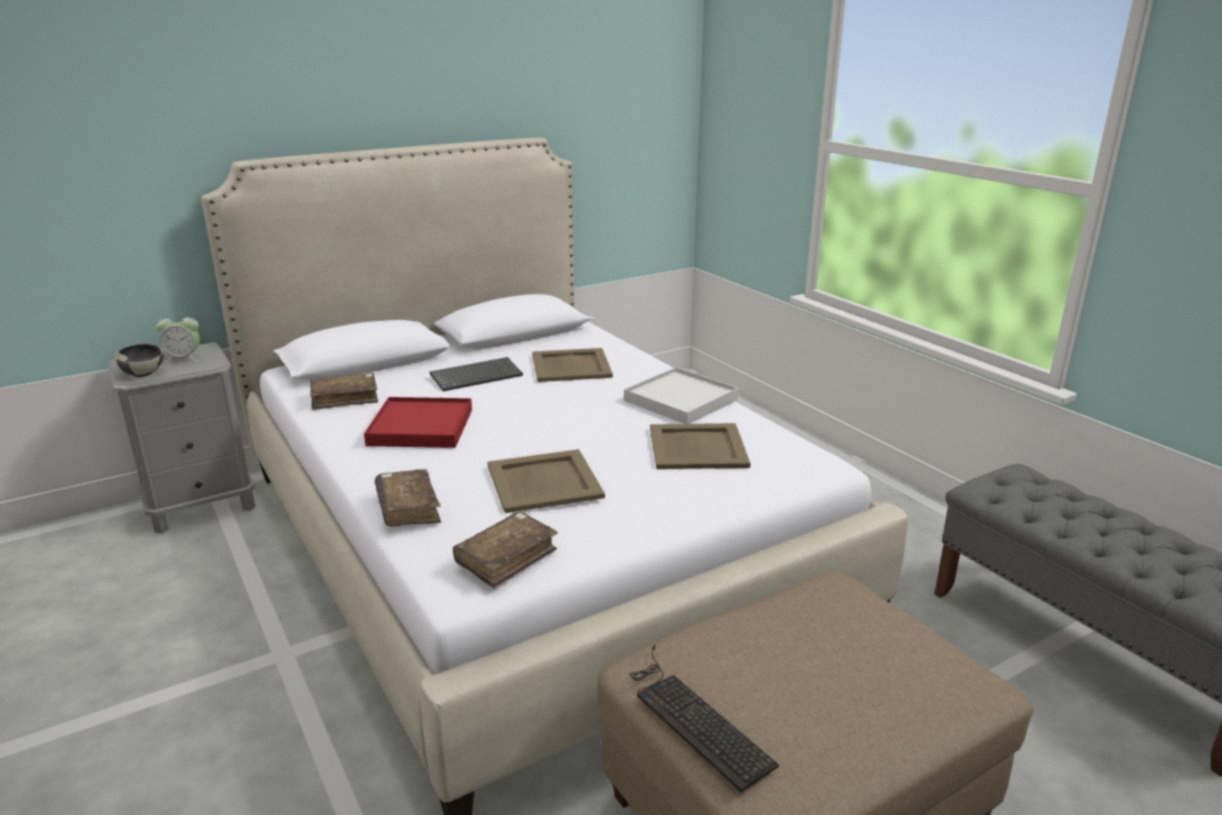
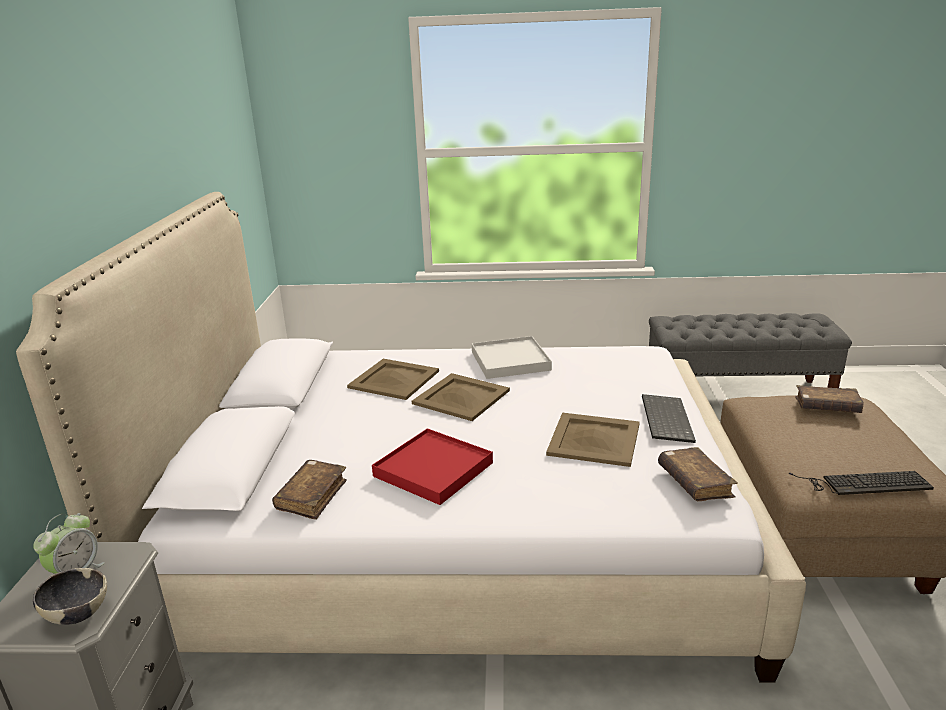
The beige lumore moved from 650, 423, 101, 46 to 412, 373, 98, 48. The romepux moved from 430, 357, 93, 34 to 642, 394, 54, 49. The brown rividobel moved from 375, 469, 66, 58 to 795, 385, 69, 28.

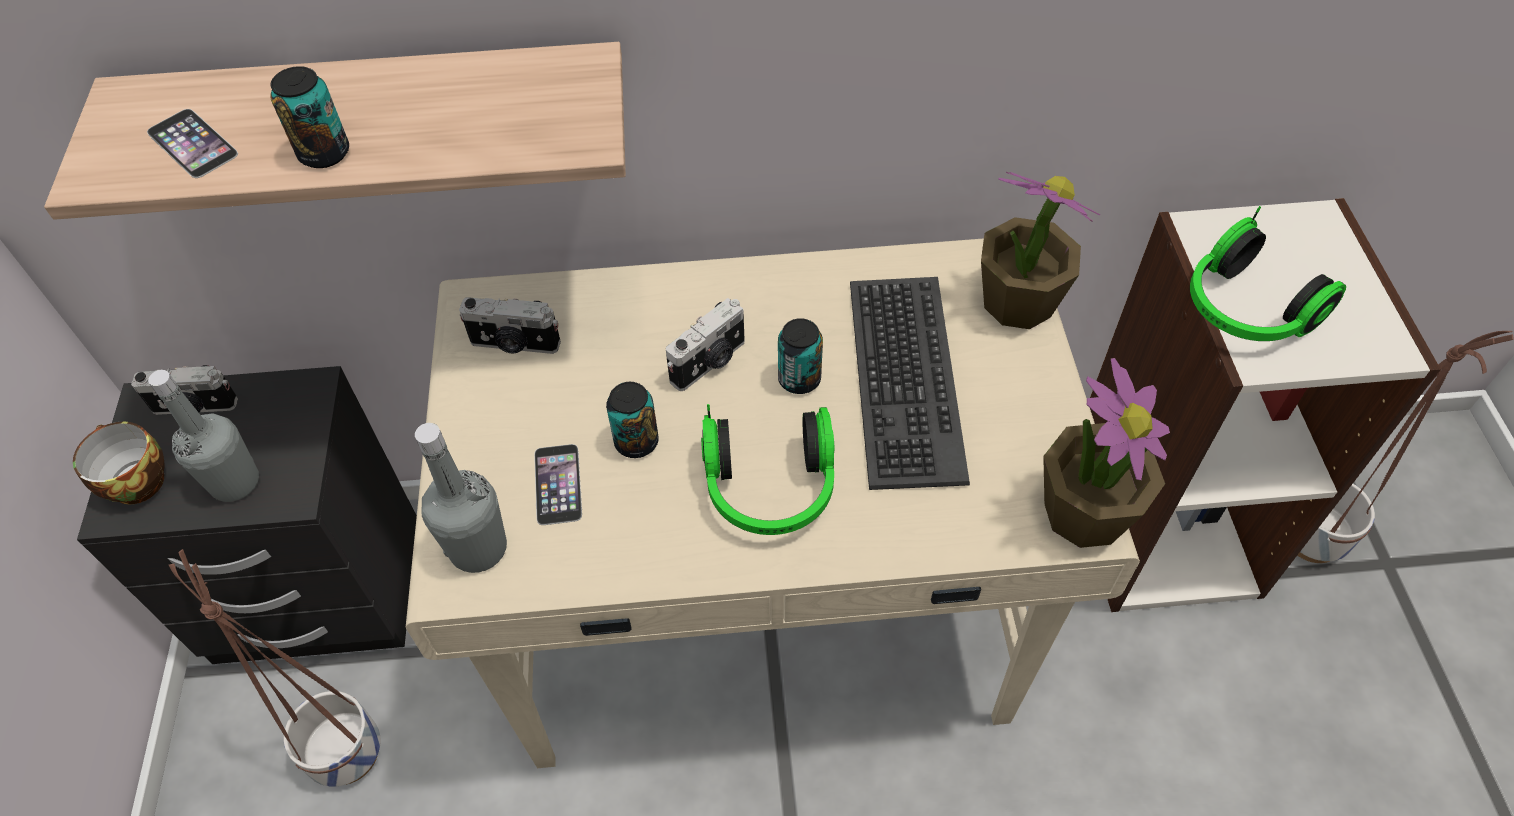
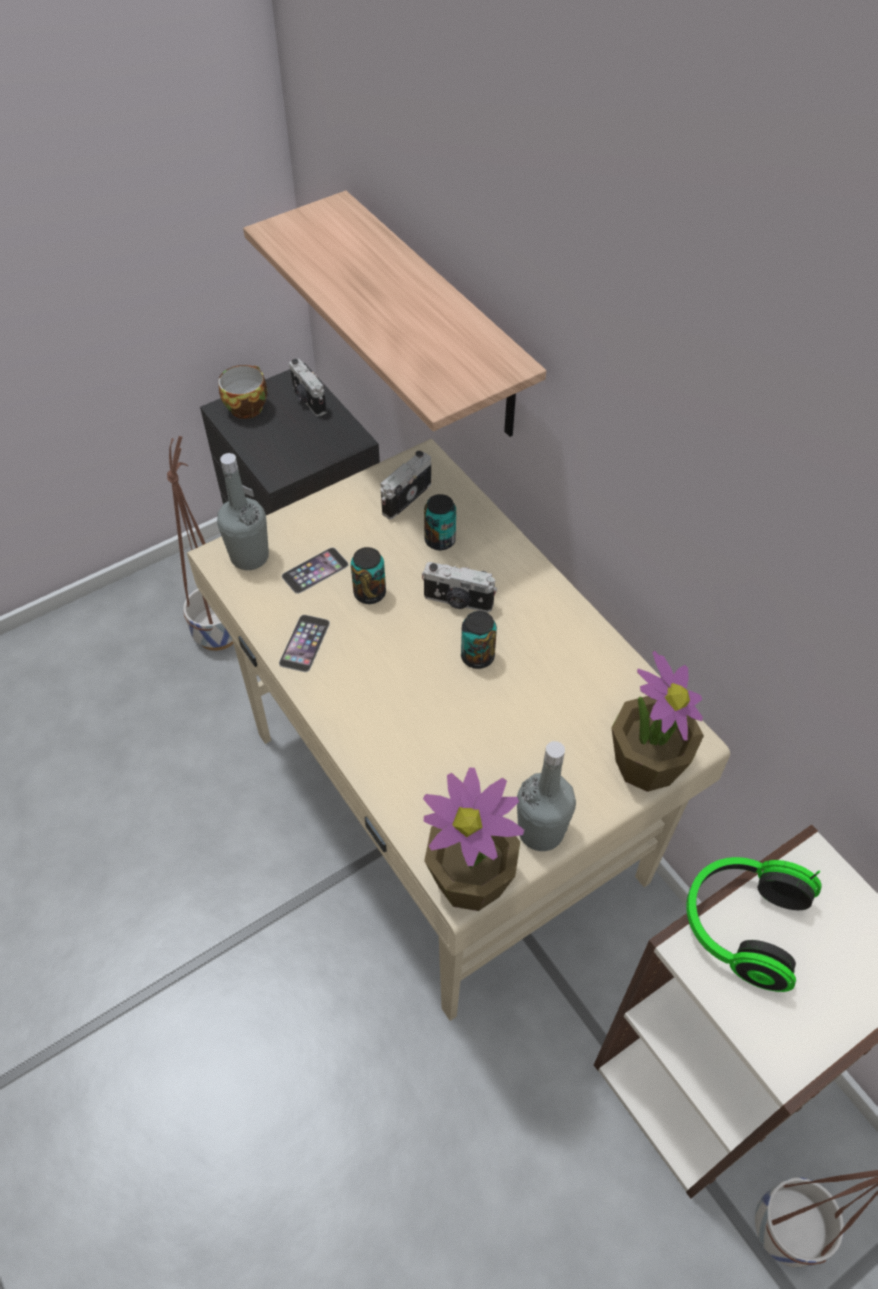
The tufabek moved from 147, 109, 91, 69 to 279, 615, 51, 57. The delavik at 459, 297, 102, 57 turned 60 degrees clockwise. The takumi moved from 270, 66, 79, 102 to 424, 494, 32, 56. The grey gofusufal moved from 148, 370, 111, 132 to 517, 741, 59, 110. The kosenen at 701, 404, 133, 131 disappeared. The romepux at 850, 277, 120, 213 disappeared.

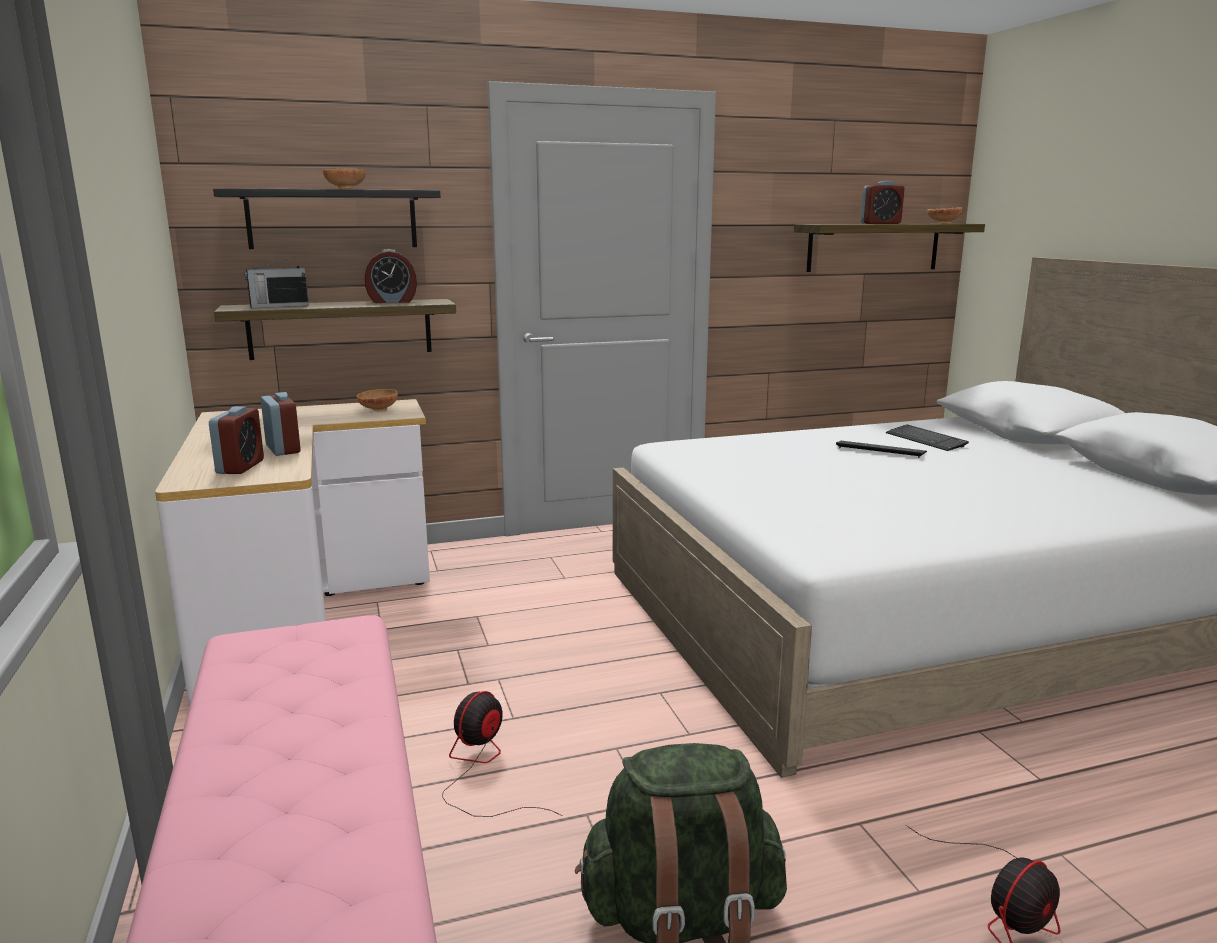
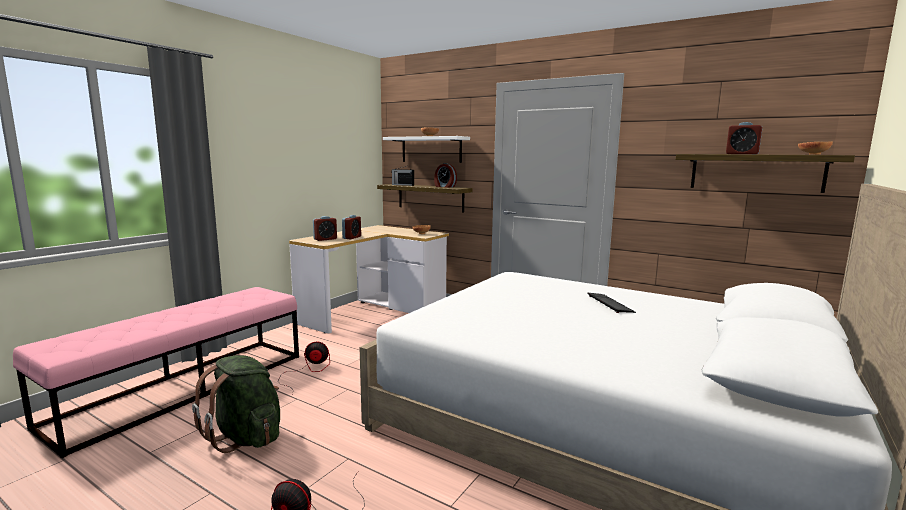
The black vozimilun at 213, 188, 227, 61 became the white vozimilun at 383, 136, 87, 27. The romepux at 886, 425, 83, 26 disappeared.

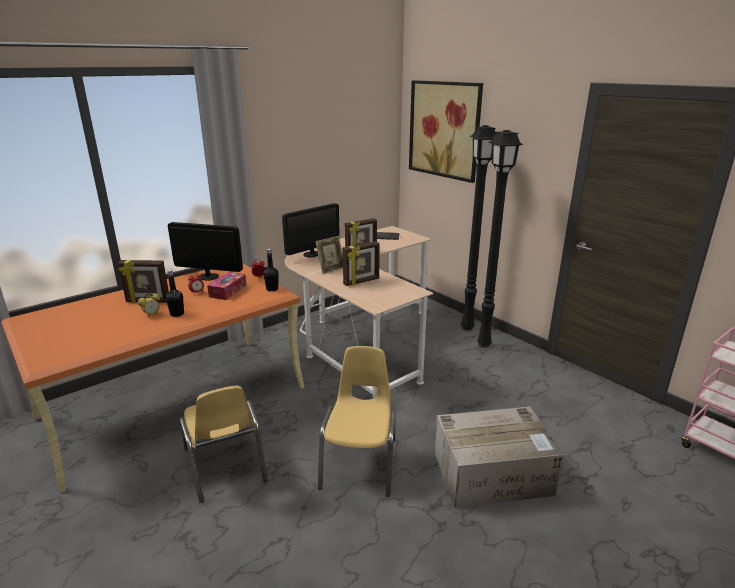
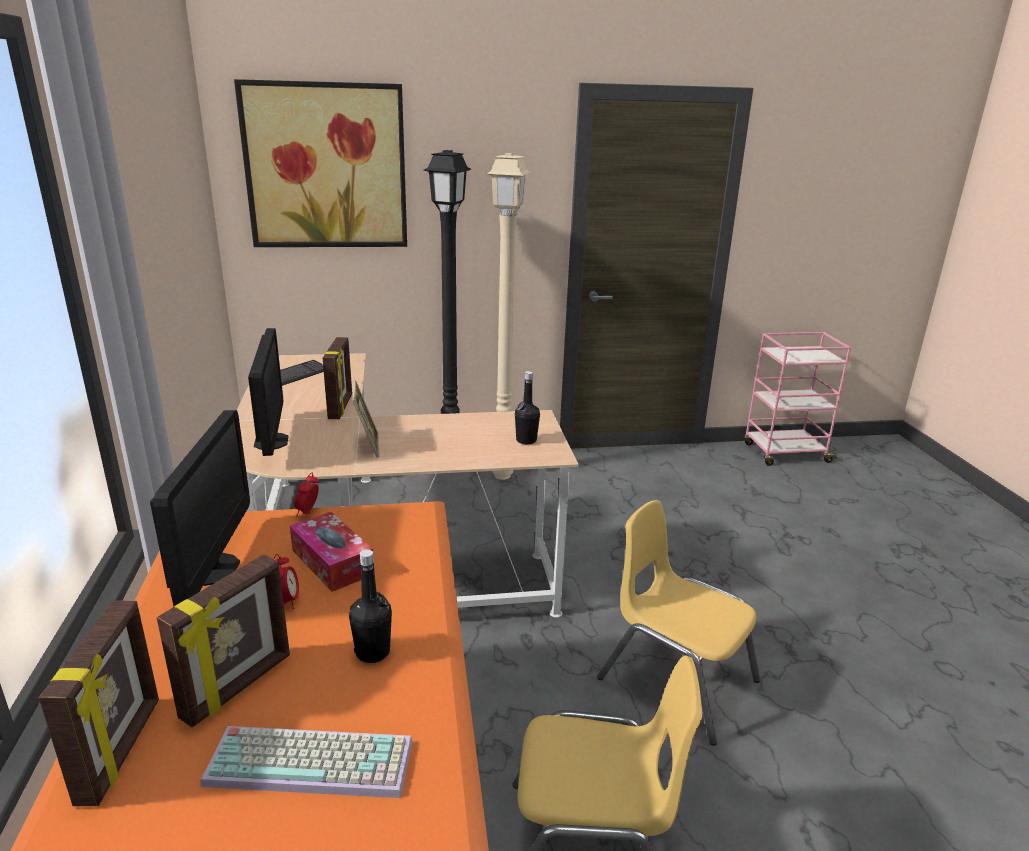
The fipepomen moved from 343, 241, 37, 45 to 39, 600, 120, 206. The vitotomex at 168, 222, 75, 59 turned 135 degrees clockwise. The romepux at 201, 726, 211, 72 appeared. The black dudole at 477, 130, 46, 218 became the beige dudole at 487, 153, 43, 327. The black gofusufal moved from 263, 248, 16, 43 to 515, 371, 25, 73. The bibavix at 138, 293, 22, 24 disappeared. The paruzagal at 434, 407, 130, 101 disappeared.

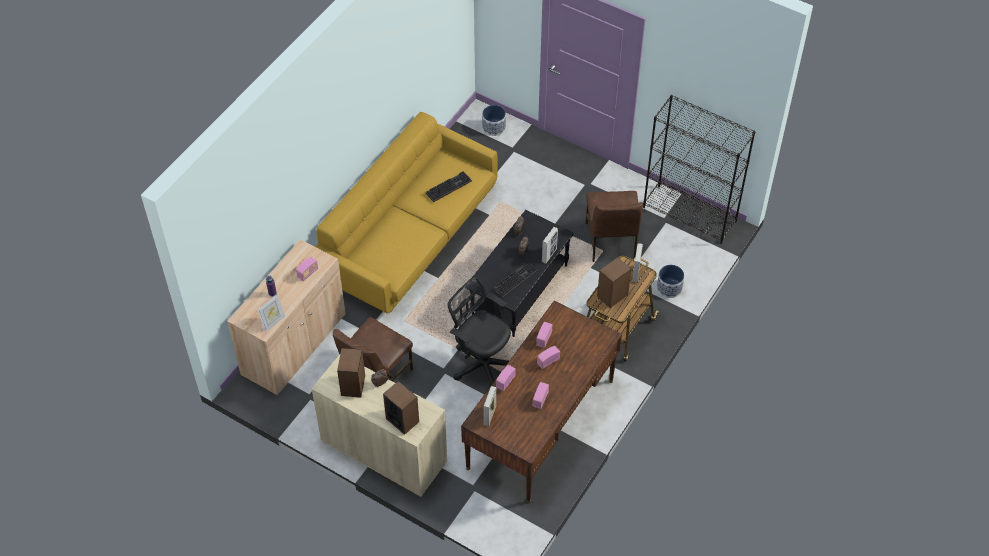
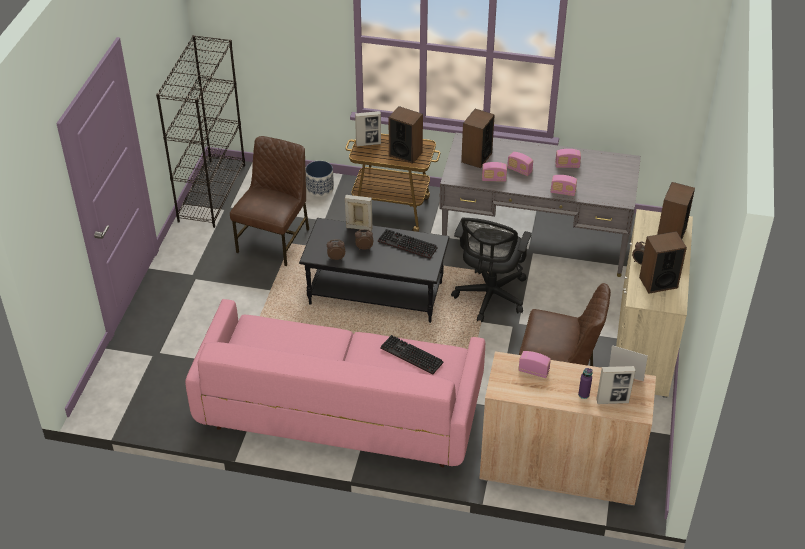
The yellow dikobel at 315, 112, 183, 202 became the pink dikobel at 185, 299, 300, 168. The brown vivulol at 586, 191, 57, 71 turned 45 degrees counterclockwise. The romepux moved from 426, 171, 46, 31 to 380, 335, 63, 39. The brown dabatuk at 461, 300, 161, 204 became the grey dabatuk at 439, 133, 202, 144. The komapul at 461, 109, 34, 59 appeared. The fipepomen moved from 484, 386, 13, 40 to 596, 366, 39, 38. The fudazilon at 482, 105, 24, 31 disappeared.

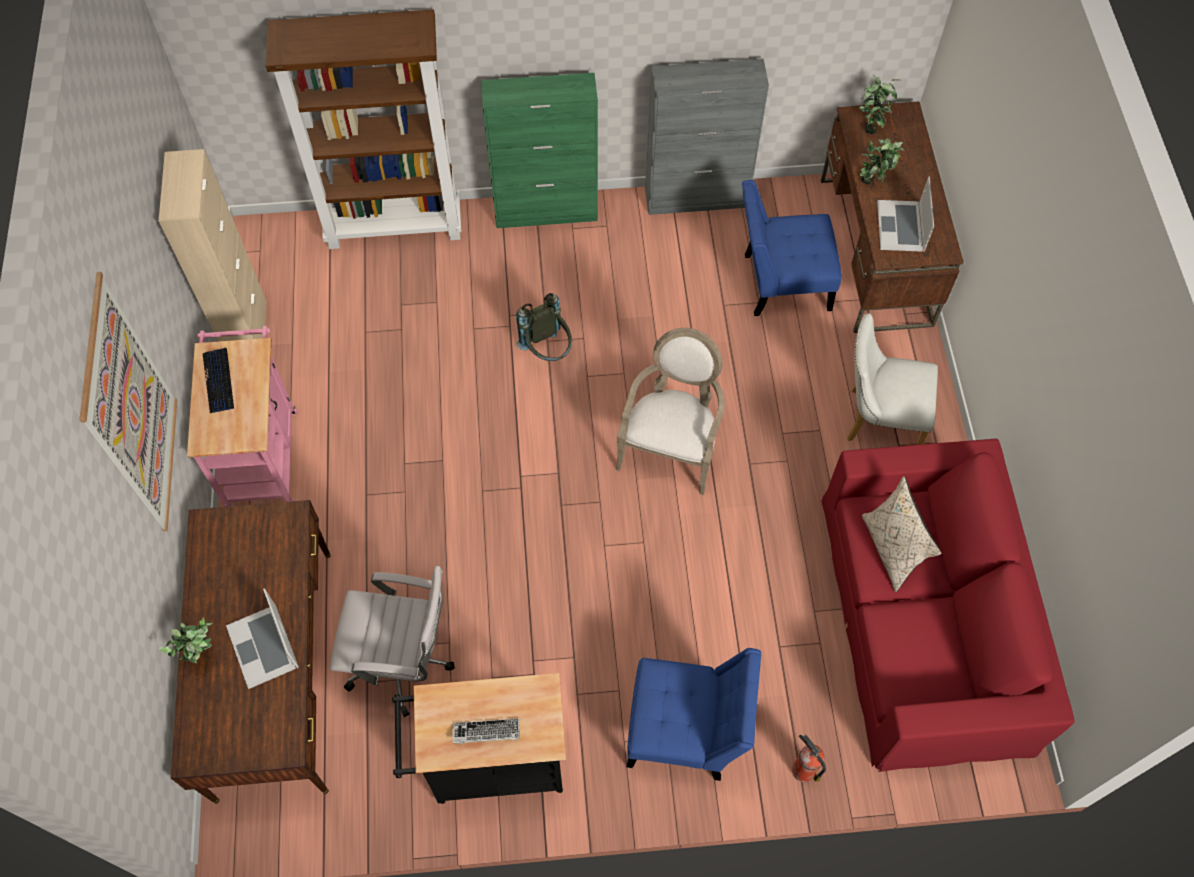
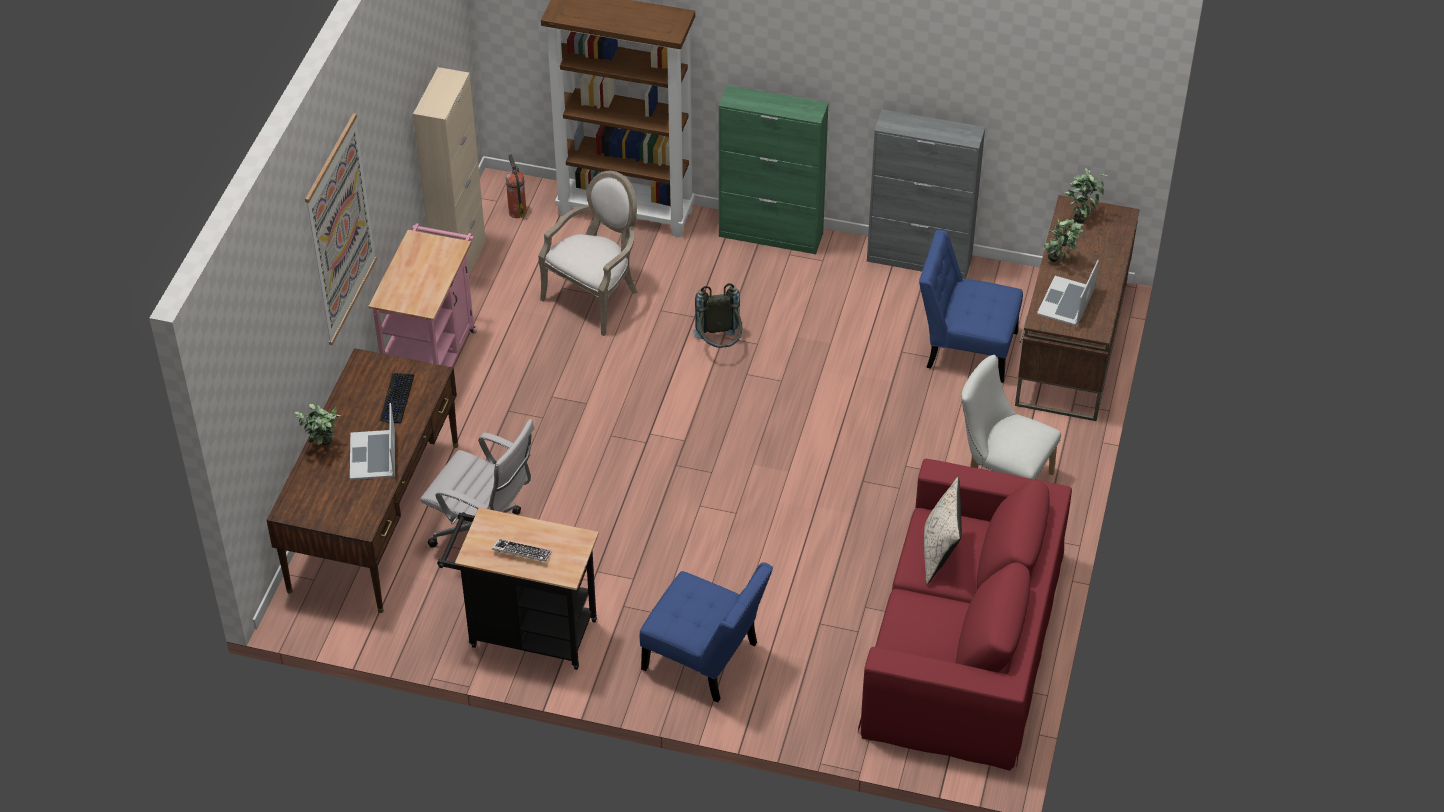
The romepux moved from 203, 348, 31, 65 to 380, 373, 34, 50. The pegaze moved from 792, 734, 34, 48 to 506, 154, 21, 64. The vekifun moved from 616, 328, 109, 167 to 538, 171, 100, 165.

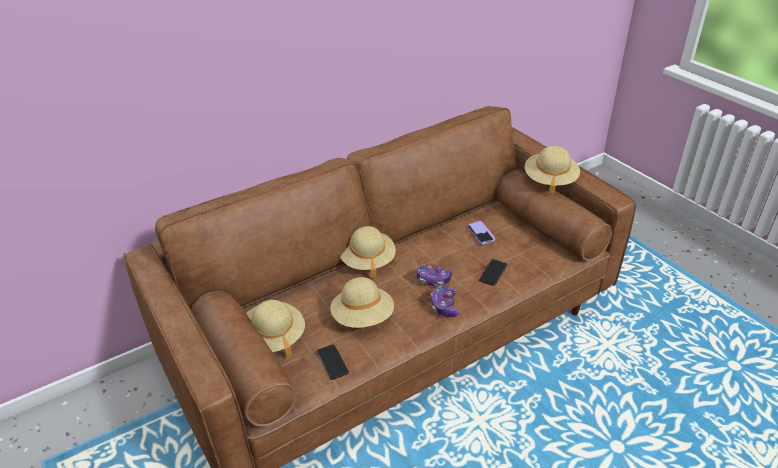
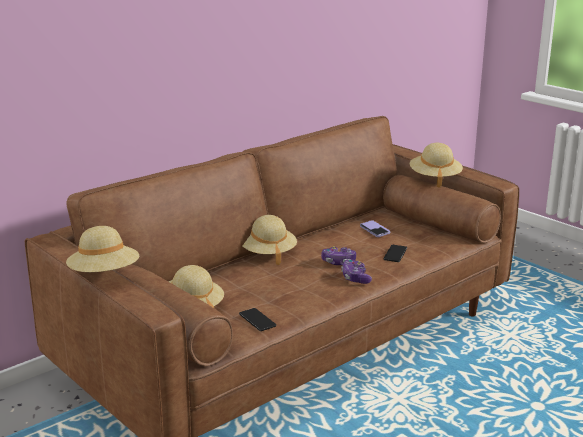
The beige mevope moved from 330, 277, 64, 51 to 66, 226, 73, 46.

